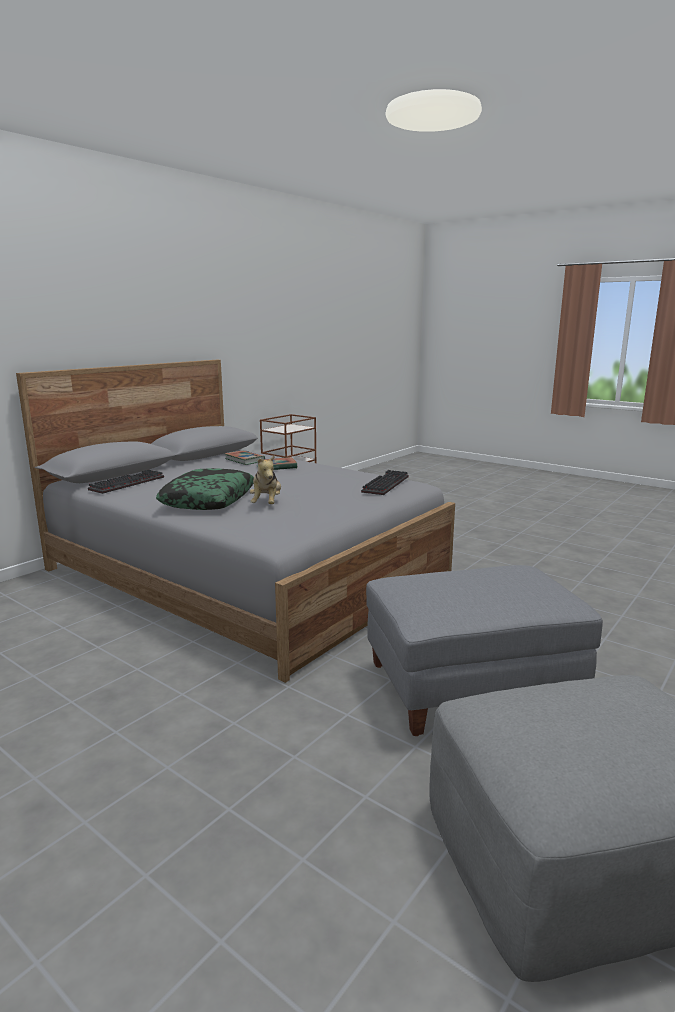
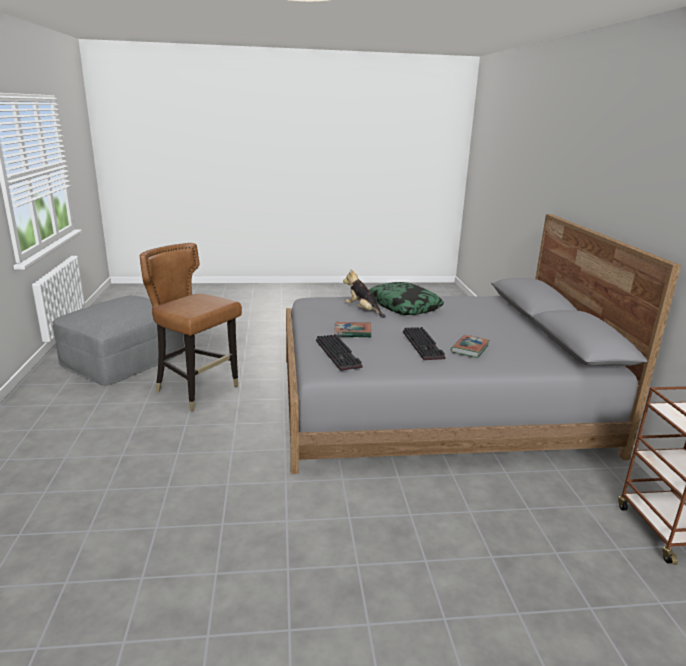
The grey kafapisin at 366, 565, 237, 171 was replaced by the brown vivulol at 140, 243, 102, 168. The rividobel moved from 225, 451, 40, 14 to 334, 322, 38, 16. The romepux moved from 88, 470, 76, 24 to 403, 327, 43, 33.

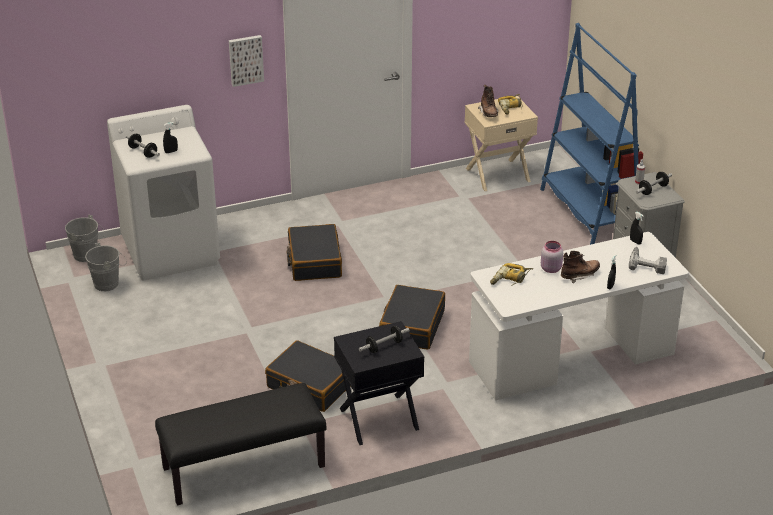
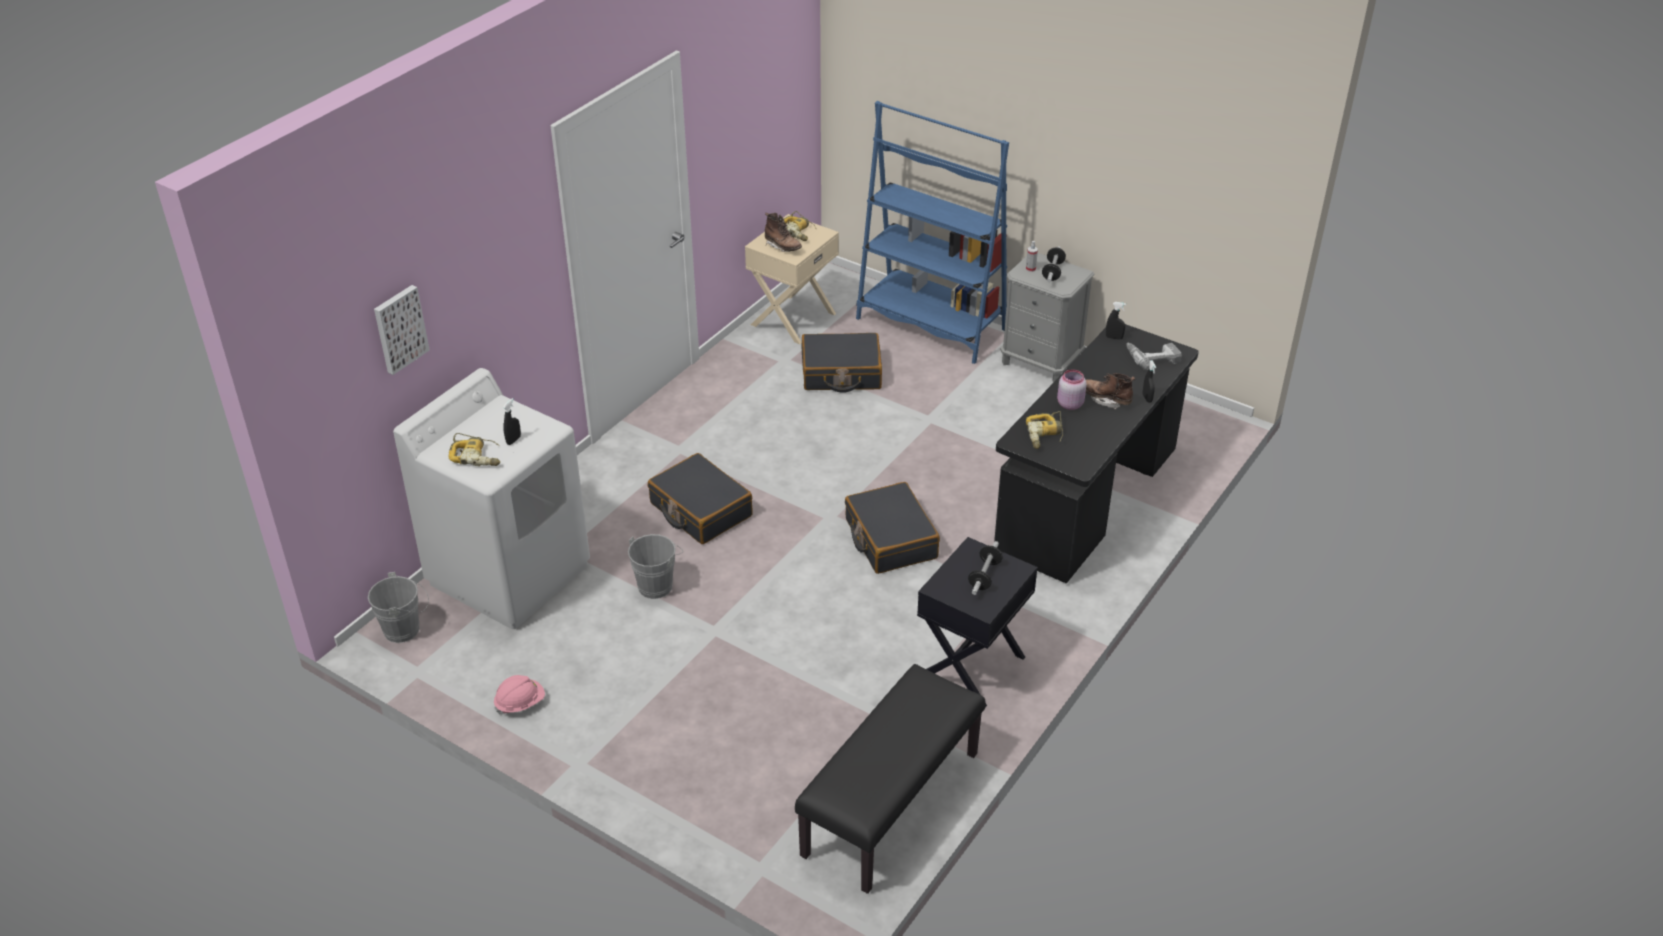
The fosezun moved from 229, 35, 35, 52 to 374, 285, 56, 90. The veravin at 126, 134, 34, 24 was replaced by the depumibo at 448, 433, 52, 33. The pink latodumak at 494, 675, 51, 39 appeared. The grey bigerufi moved from 85, 243, 41, 49 to 628, 534, 55, 65. The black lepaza moved from 265, 340, 81, 72 to 802, 333, 80, 60. The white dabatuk at 469, 232, 220, 169 became the black dabatuk at 994, 324, 205, 260. The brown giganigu at 561, 251, 39, 32 turned 90 degrees counterclockwise.

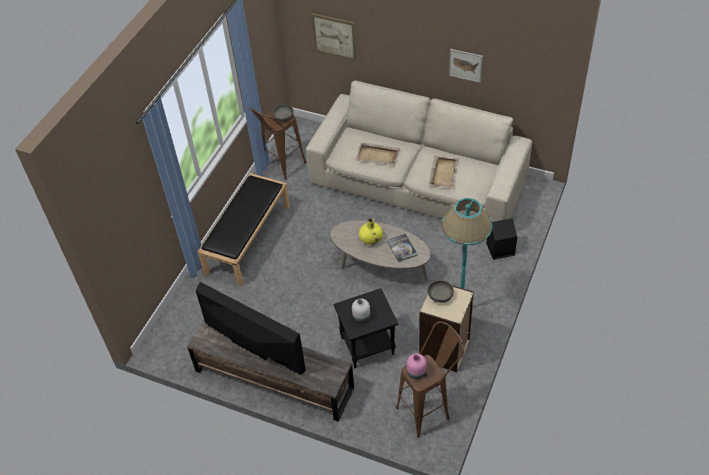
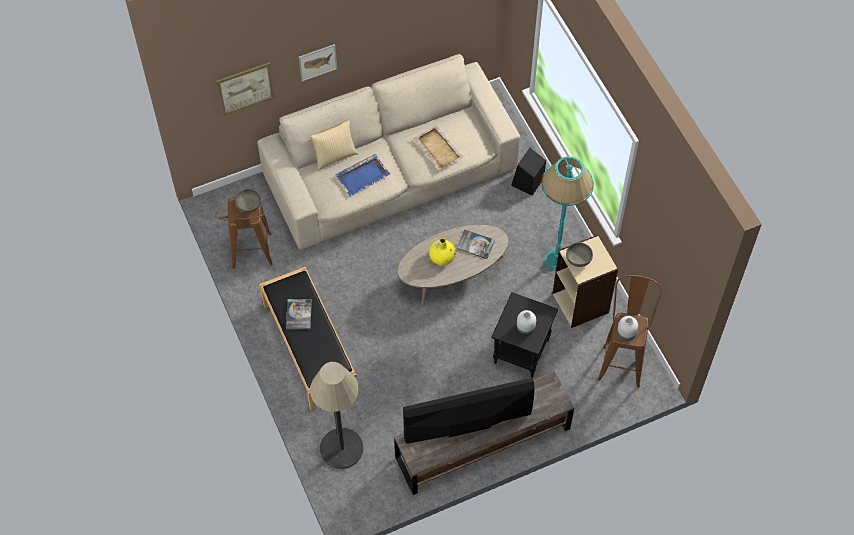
The rividobel at 286, 299, 26, 30 appeared. The fosezun moved from 449, 49, 34, 34 to 299, 44, 38, 38. The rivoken at 310, 119, 48, 51 appeared. The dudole at 310, 362, 53, 107 appeared. The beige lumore at 355, 142, 45, 23 became the blue lumore at 335, 154, 55, 42. The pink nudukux at 407, 354, 20, 25 became the white nudukux at 617, 316, 21, 25.

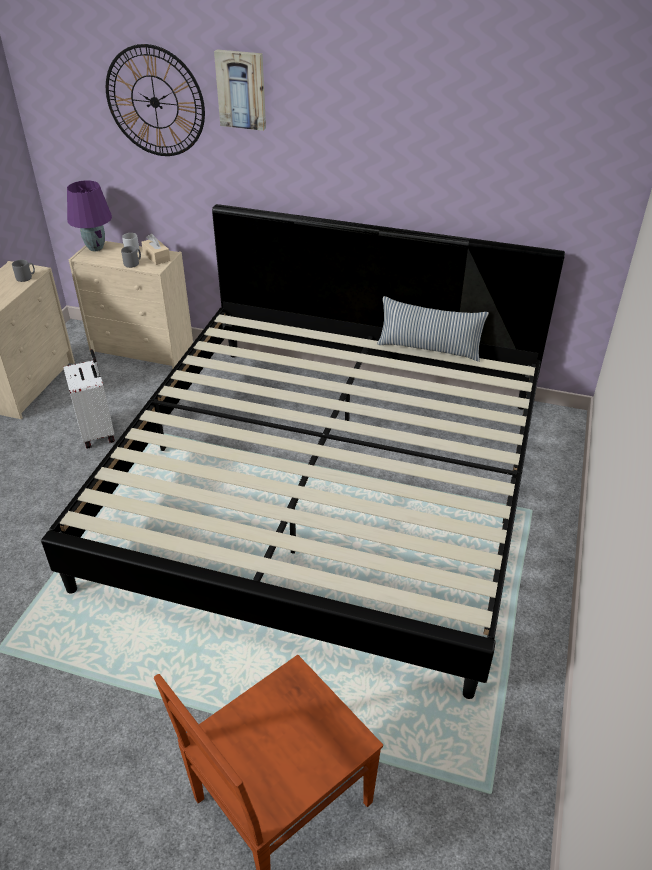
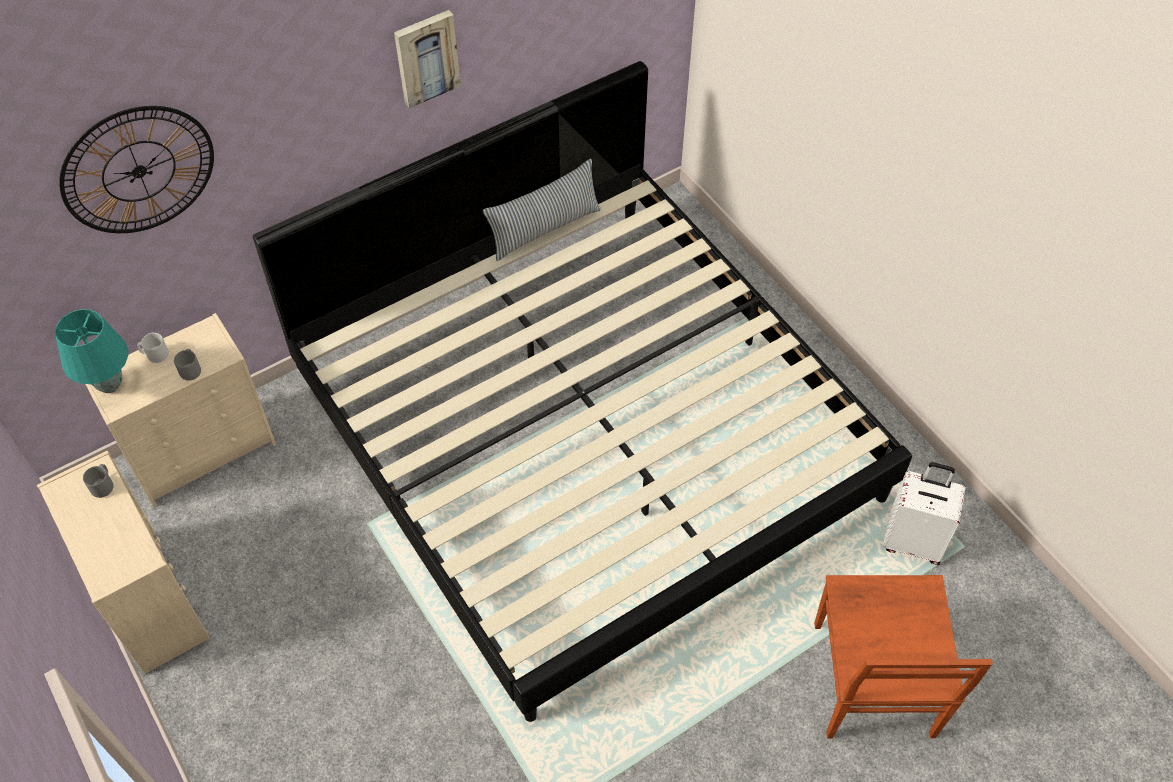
The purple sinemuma at 67, 180, 45, 71 became the turquoise sinemuma at 55, 309, 73, 84. The fosezun moved from 214, 49, 52, 82 to 394, 10, 67, 98. The white lepaza moved from 63, 349, 52, 100 to 883, 462, 83, 103. The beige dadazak at 141, 234, 29, 31 disappeared.

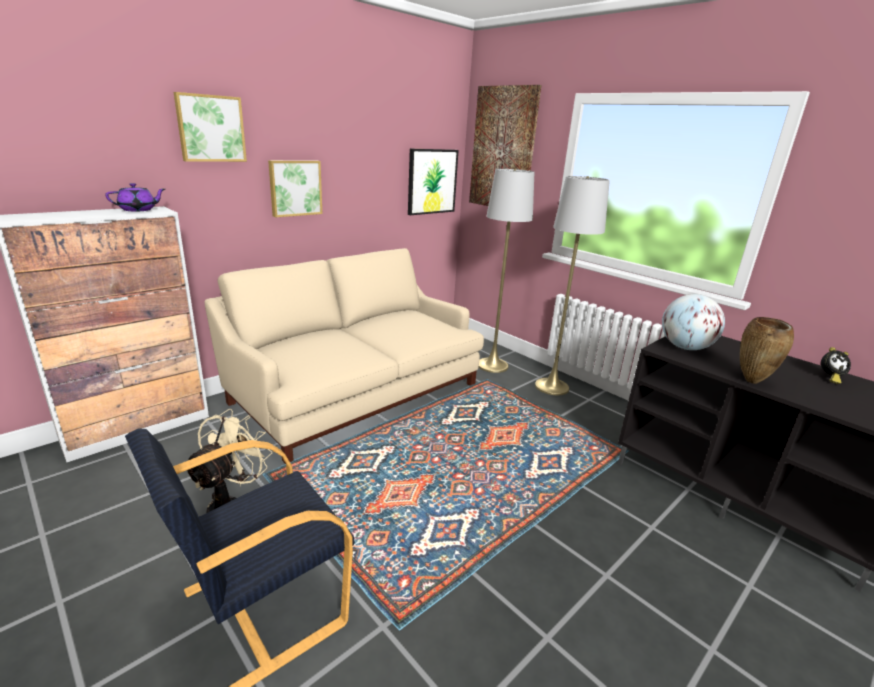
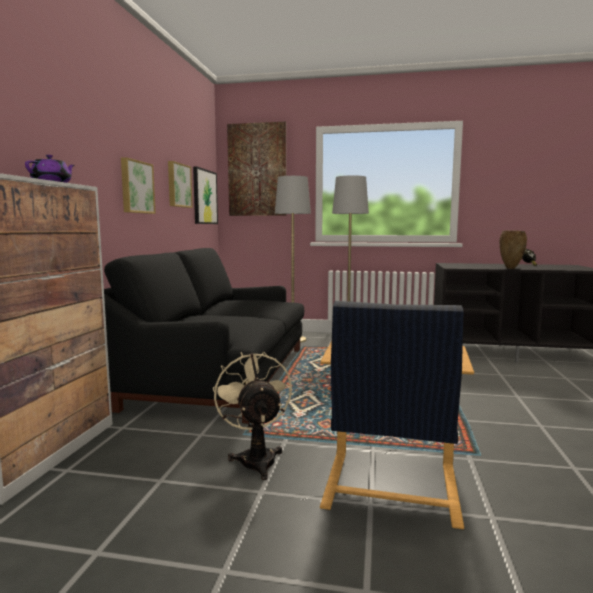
The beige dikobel at 204, 248, 280, 216 became the black dikobel at 104, 248, 200, 176. The fosezun moved from 174, 92, 73, 70 to 168, 161, 25, 47. The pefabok at 662, 294, 63, 56 disappeared.

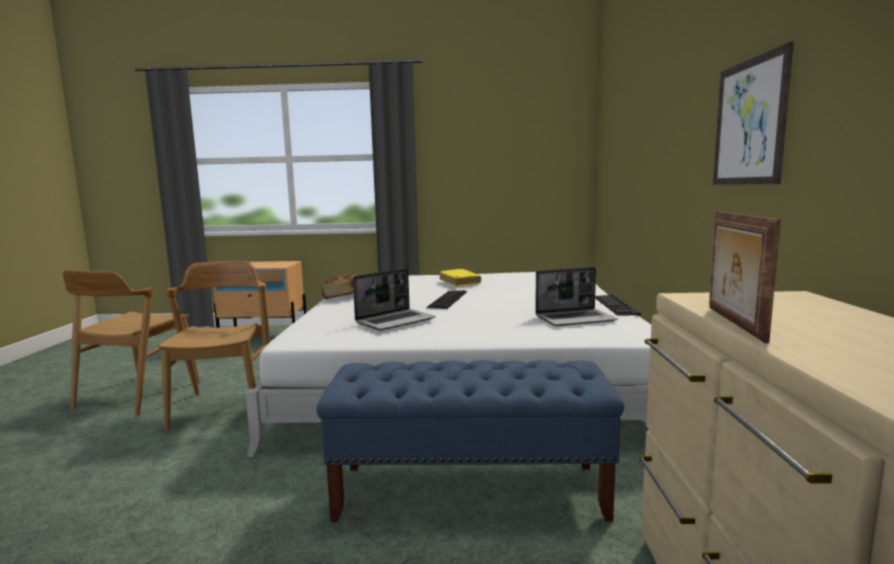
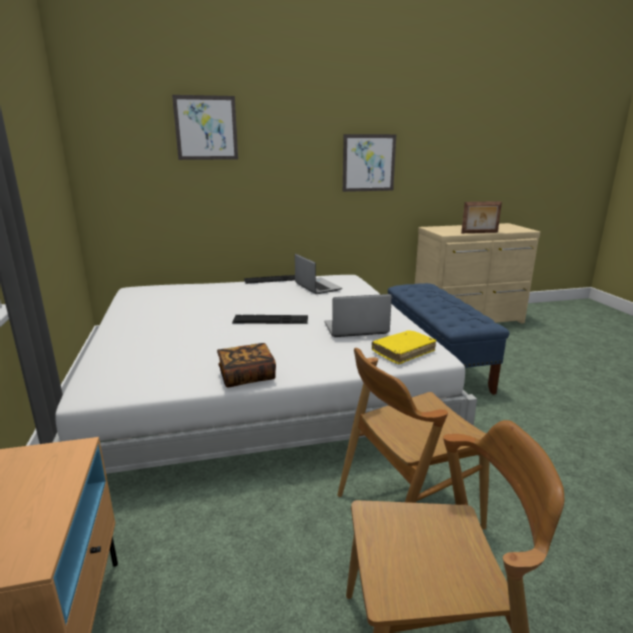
The fosezun at 172, 95, 66, 65 appeared. The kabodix at 353, 268, 83, 63 turned 45 degrees counterclockwise. The yellow rividobel moved from 440, 269, 41, 17 to 372, 330, 64, 34.

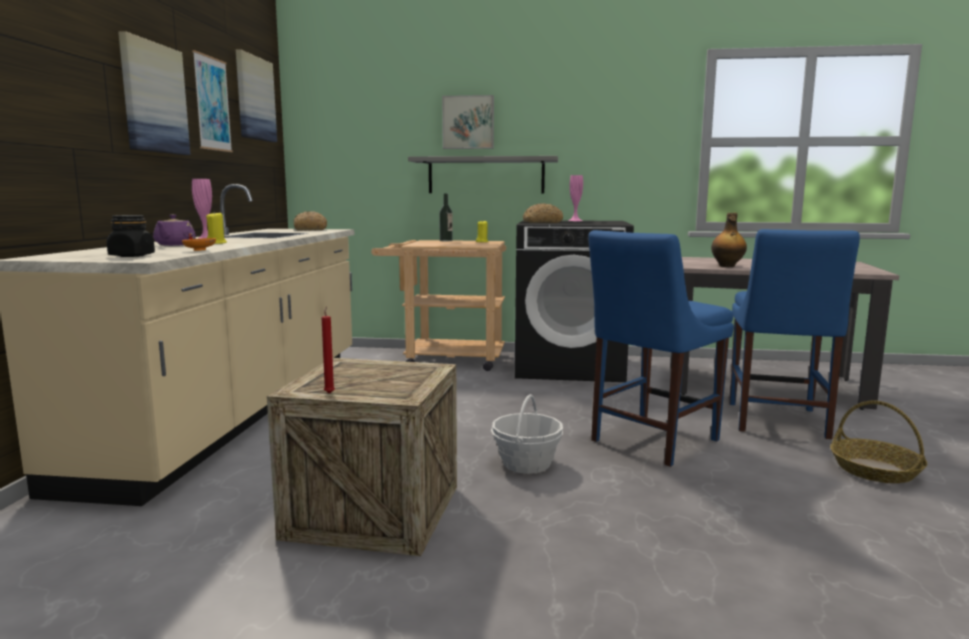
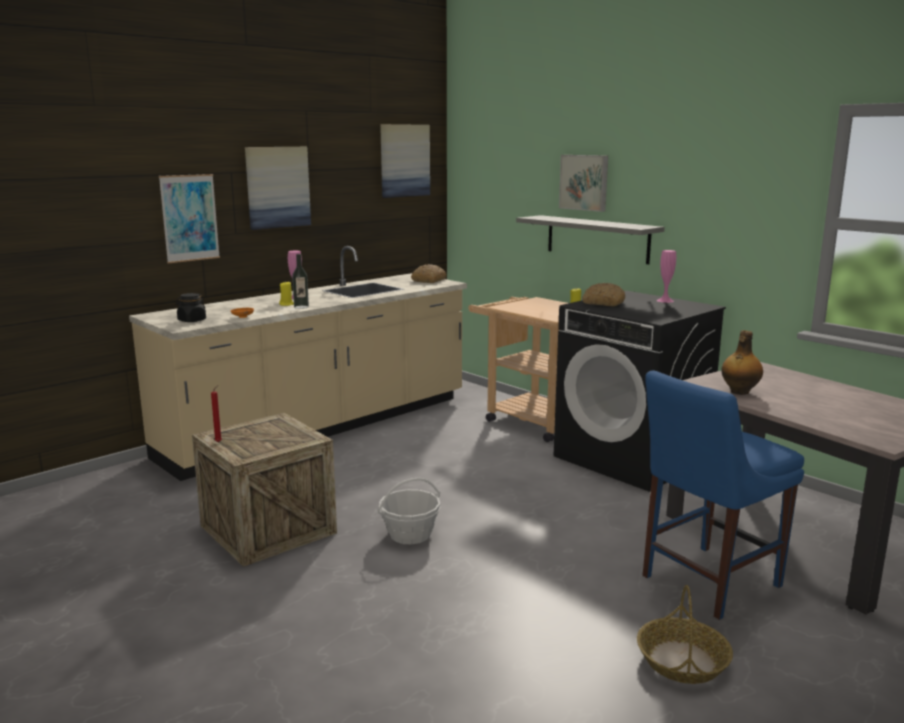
The fosezun moved from 192, 50, 41, 102 to 159, 174, 61, 89. The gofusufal moved from 439, 193, 14, 48 to 292, 254, 17, 55. The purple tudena at 153, 215, 43, 31 disappeared. The blue vivulol at 588, 230, 146, 237 disappeared.

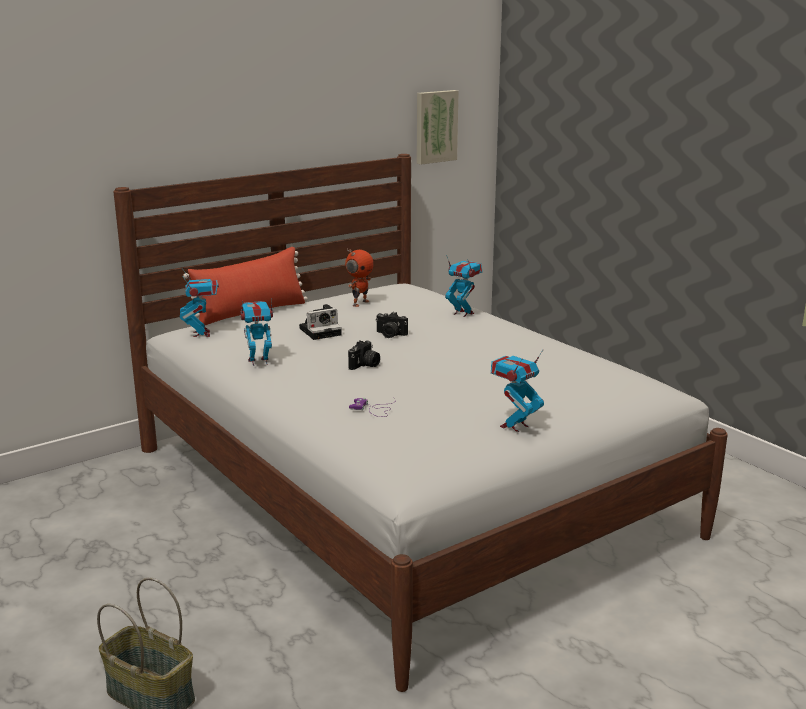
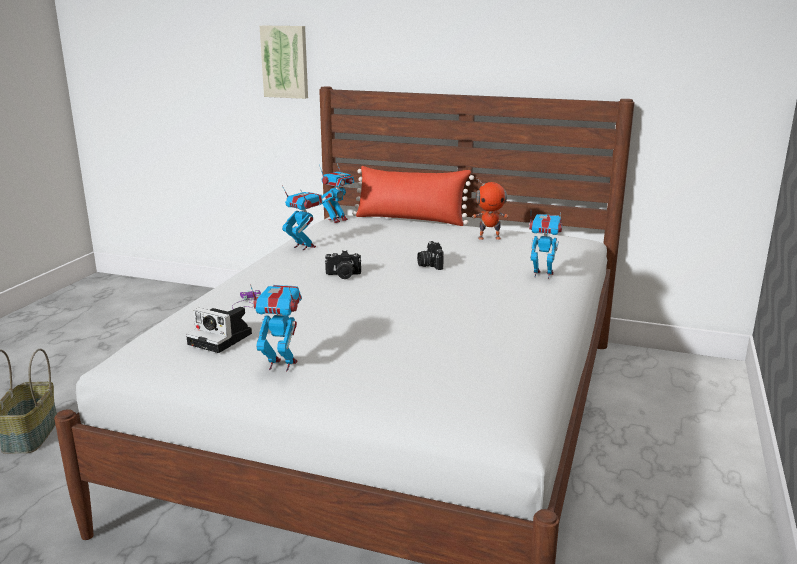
The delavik moved from 299, 304, 43, 36 to 186, 307, 66, 46. The fosezun moved from 417, 90, 42, 75 to 260, 26, 48, 73. The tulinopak at 445, 255, 38, 62 turned 75 degrees counterclockwise.

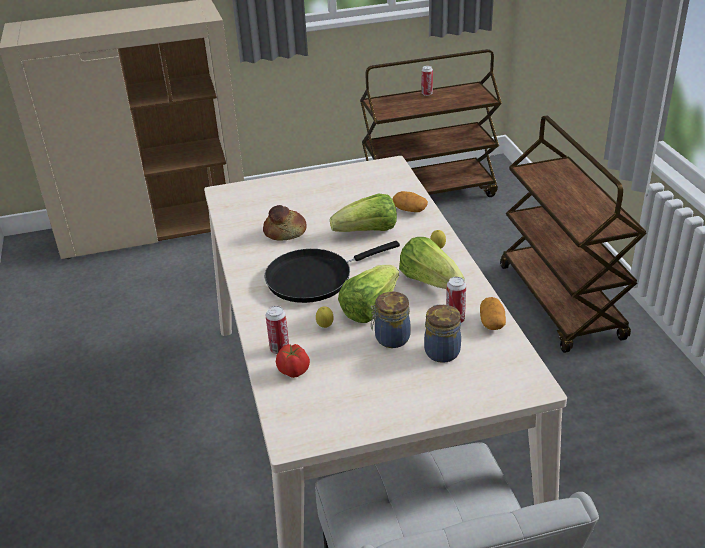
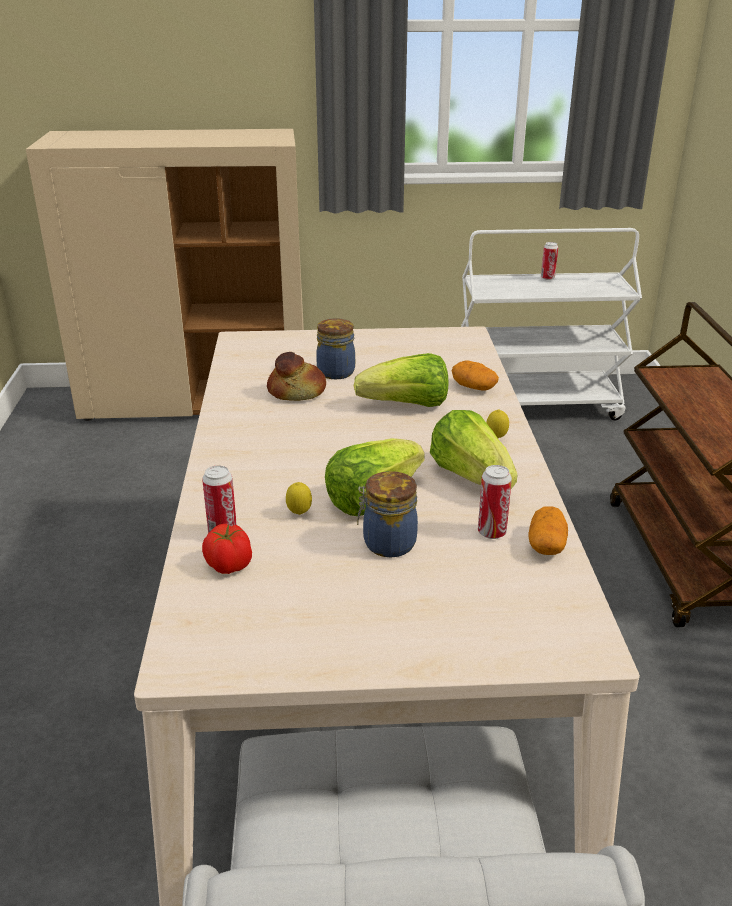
The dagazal moved from 424, 305, 37, 58 to 316, 318, 39, 61. The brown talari at 360, 49, 142, 148 became the white talari at 461, 228, 181, 192. The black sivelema at 265, 241, 135, 62 disappeared.

